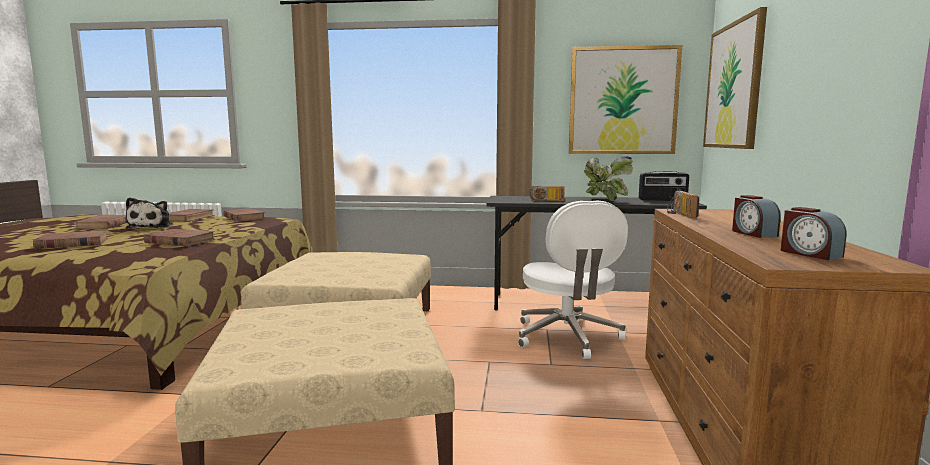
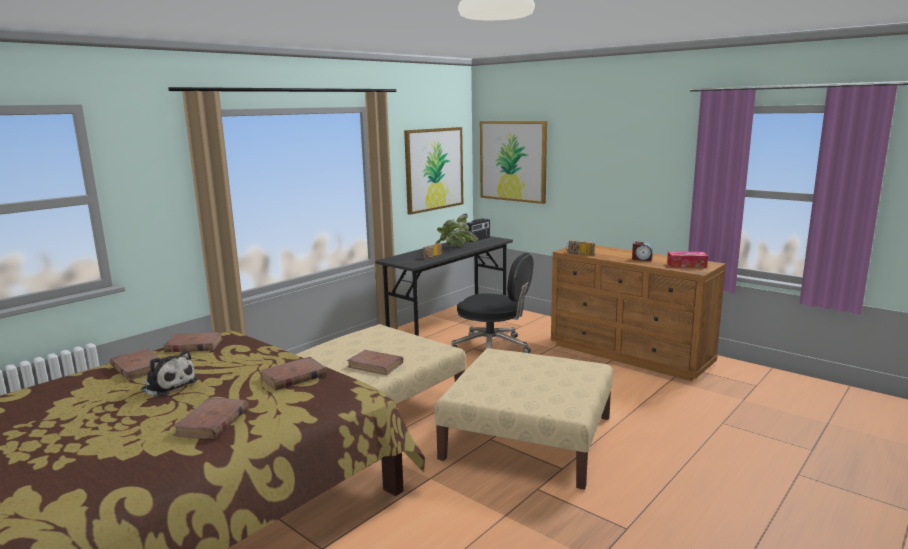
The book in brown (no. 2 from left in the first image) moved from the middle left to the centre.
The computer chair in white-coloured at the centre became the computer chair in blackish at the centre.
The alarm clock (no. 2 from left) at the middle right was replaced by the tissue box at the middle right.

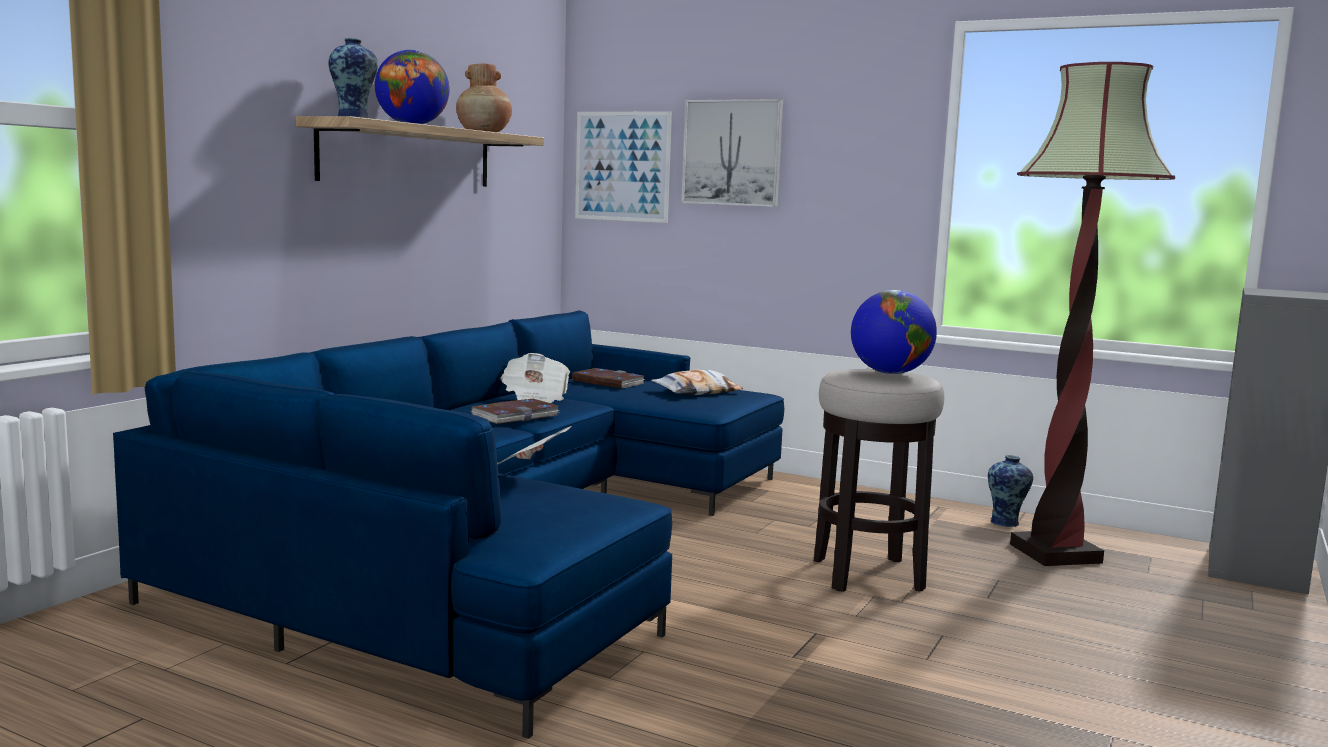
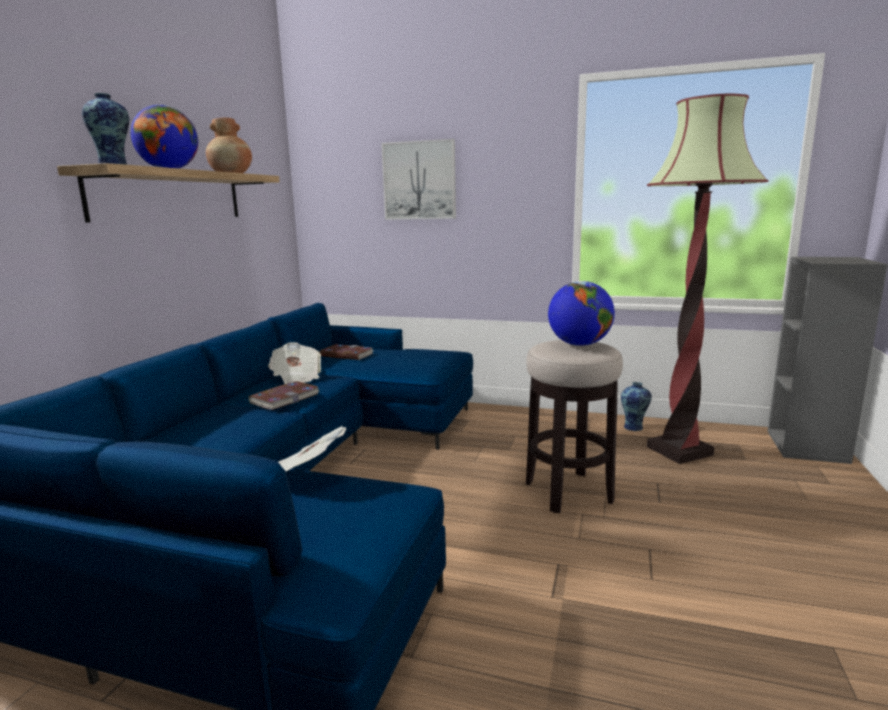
The picture (no. 1 from left) at the top centre disappeared.
The pillow at the centre disappeared.

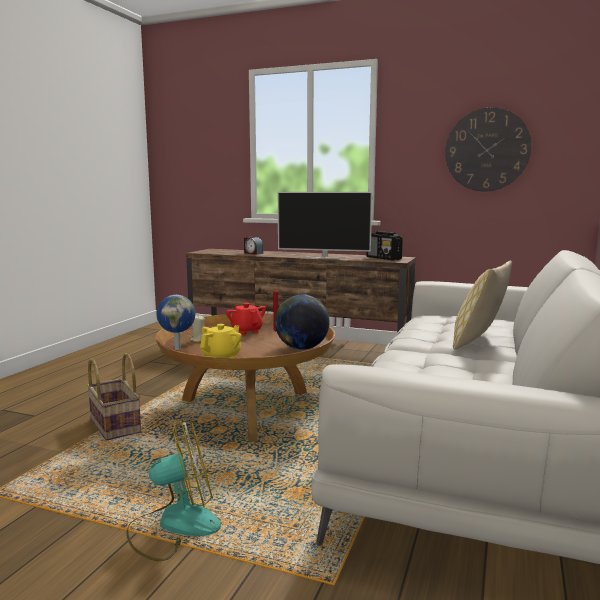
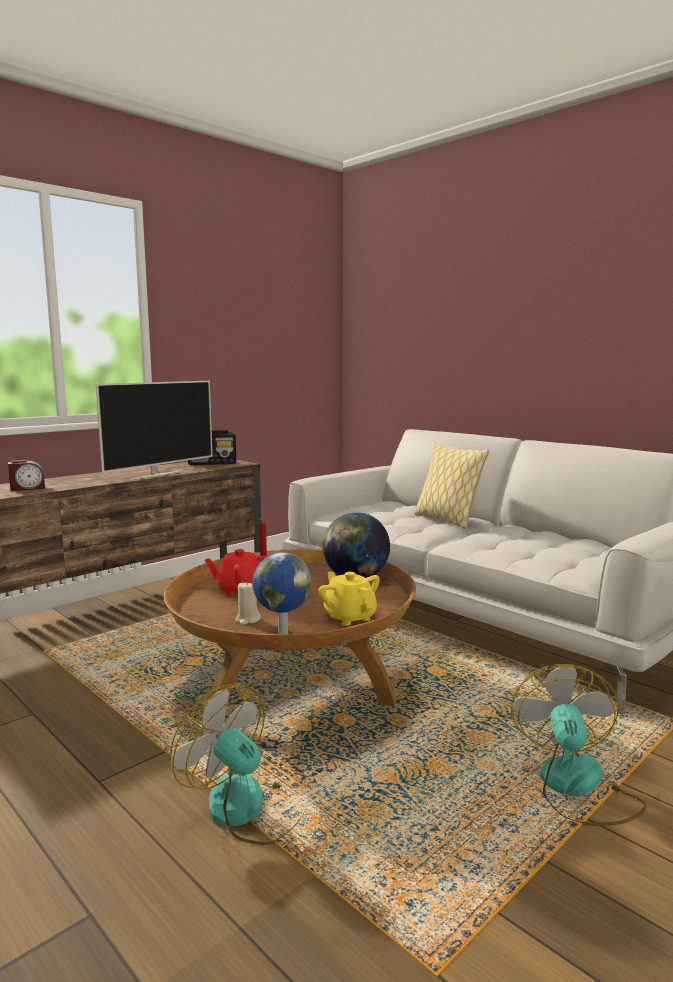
The storage basket at the middle left was replaced by the fan (no. 1 from left) at the bottom centre.
The clock on the wall at the top right disappeared.

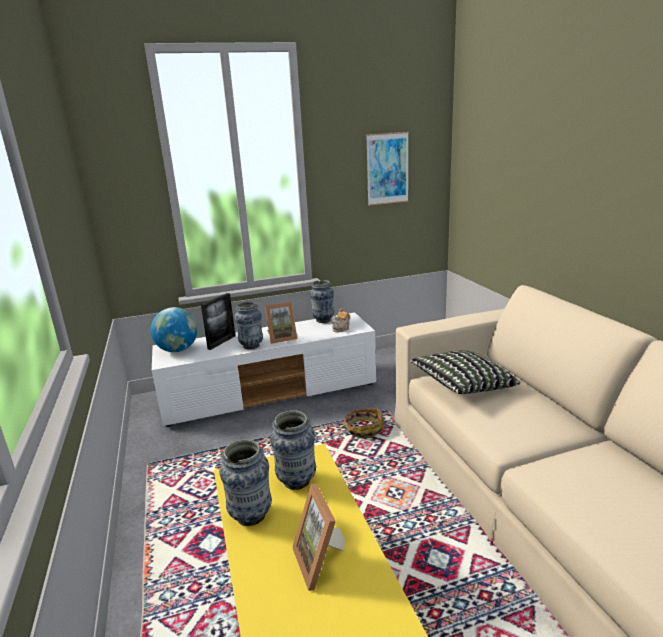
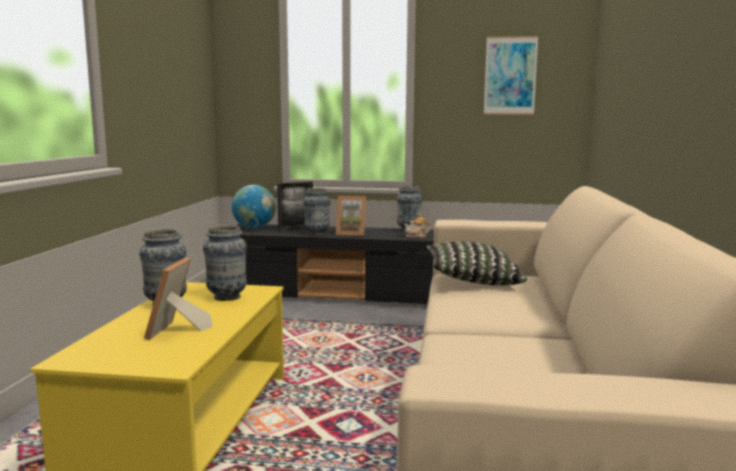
The media console in white-coloured at the centre became the media console in blackish at the centre.
The storage basket at the centre disappeared.

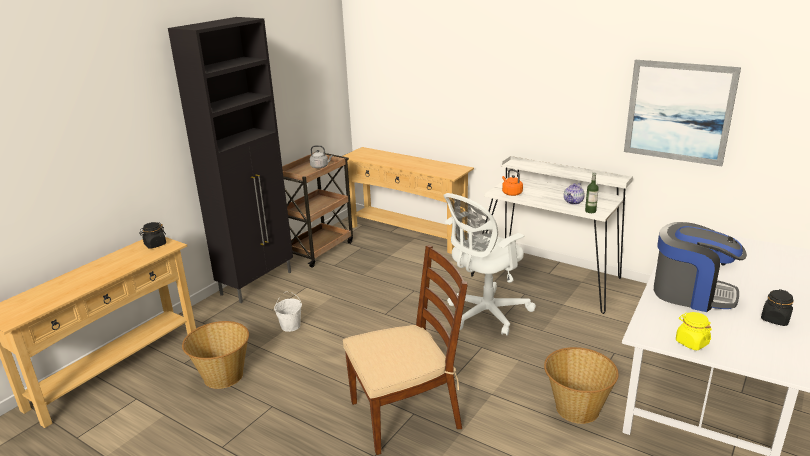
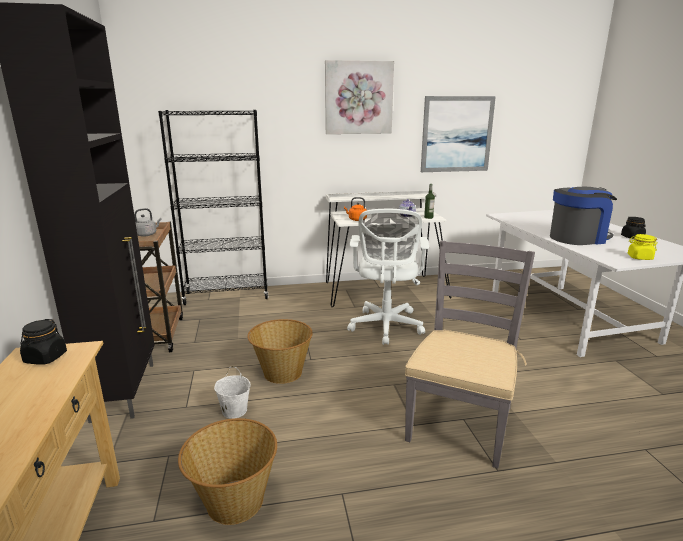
The narrow table in sand-coloured (no. 2 from left) at the centre was replaced by the shelving unit in blackish at the middle left.
The storage basket (no. 2 from left) moved from the bottom right to the centre.
The picture (no. 1 from left) at the top centre appeared.
The plain chair in brown at the bottom centre became the plain chair in gray at the middle right.

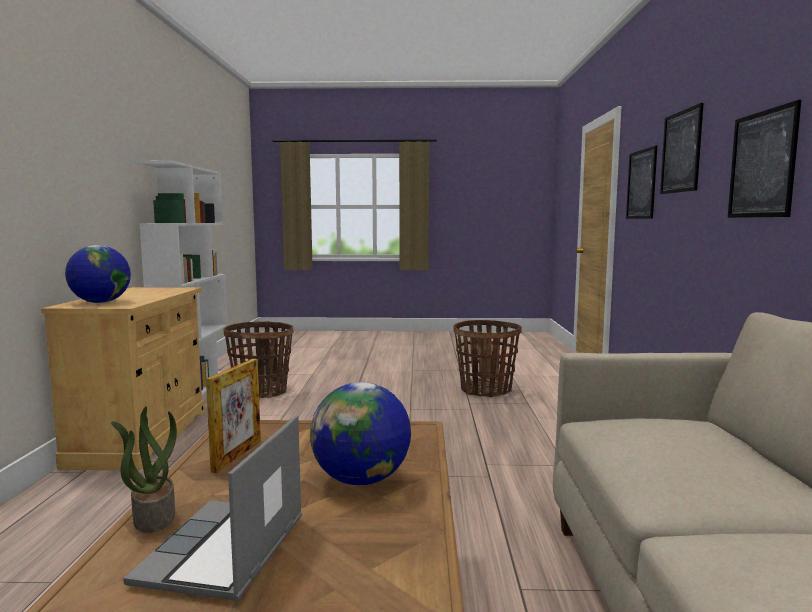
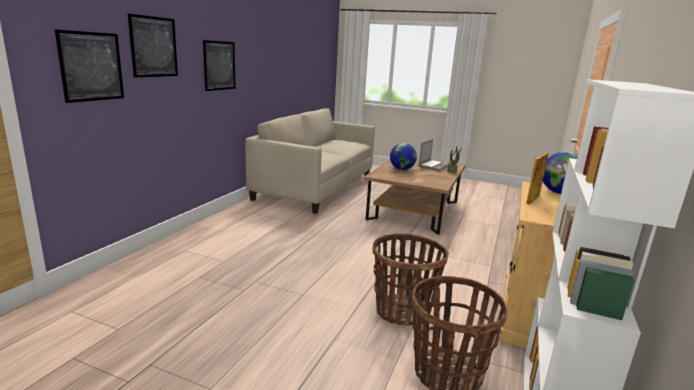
The storage basket (no. 2 from left in the first image) moved from the centre to the bottom centre.
The standing frame moved from the bottom left to the middle right.

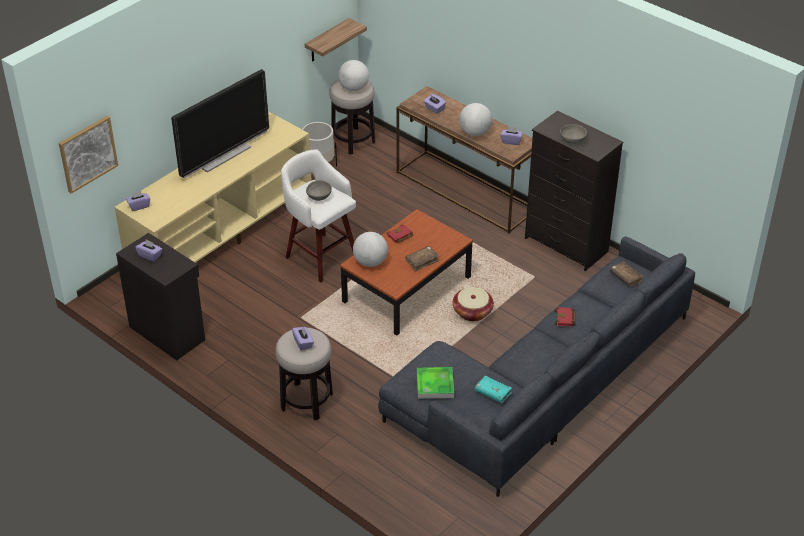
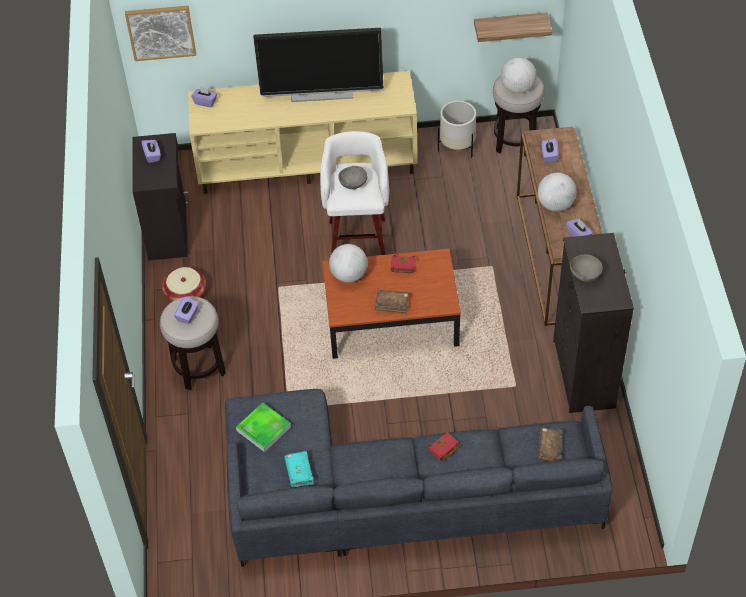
The storage basket moved from the centre to the middle left.

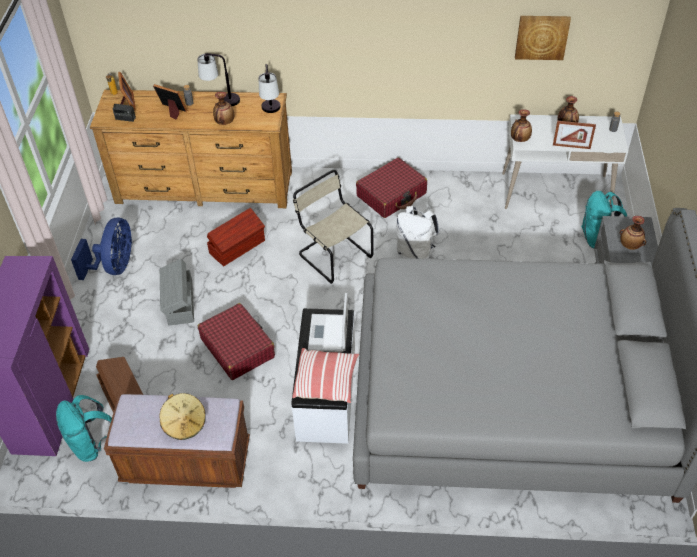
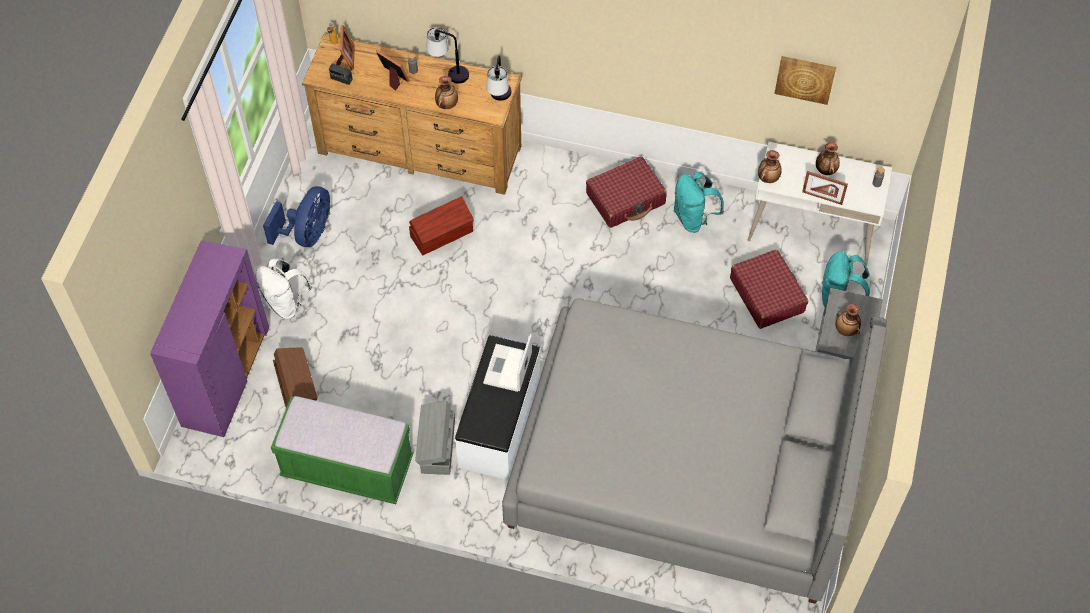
The knapsack in white-coloured moved from the centre to the middle left.
The long seat in brown at the bottom left became the long seat in green at the bottom left.
The storage box in gray moved from the middle left to the bottom centre.
The knapsack in turquoise-coloured (no. 1 from left) moved from the bottom left to the top centre.
The piece of luggage in red (no. 1 from left in the first image) moved from the centre to the middle right.
The wearable hat in sand-coloured at the bottom left disappeared.
The pillow at the bottom centre disappeared.
The plain chair in sand-coloured at the centre disappeared.

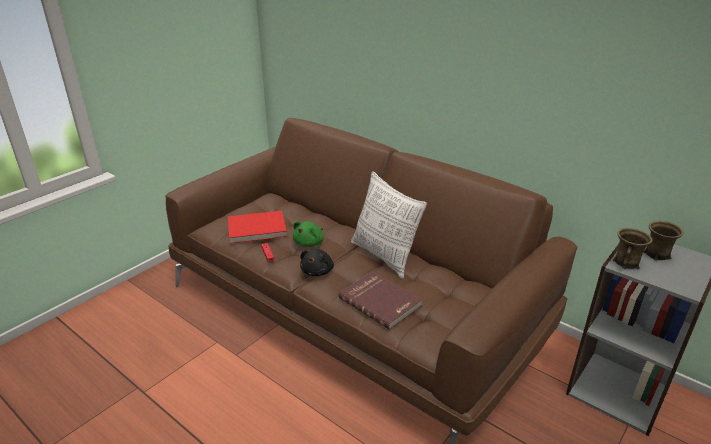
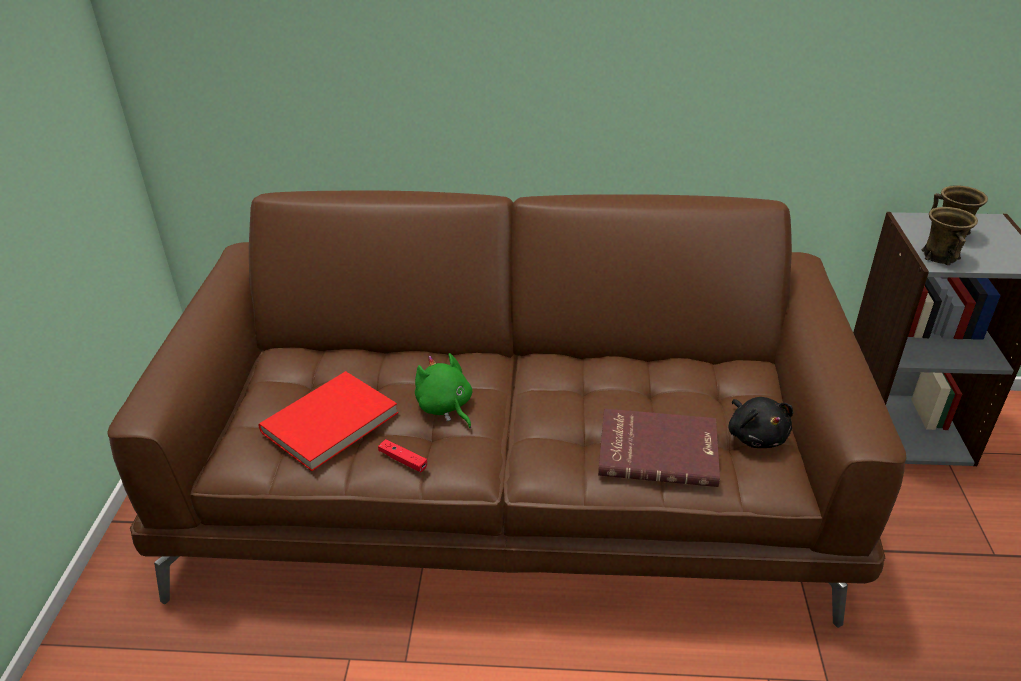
The cuddly toy in green at the centre turned 150 degrees clockwise.
The cuddly toy in blackish moved from the centre to the middle right.
The pillow at the centre disappeared.

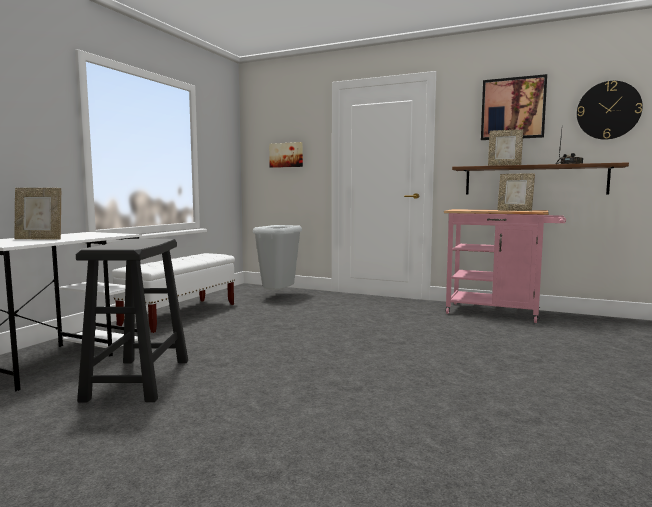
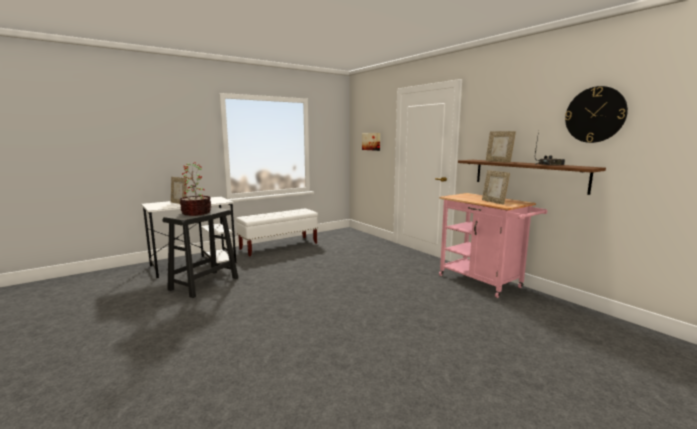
The plant in a pot at the middle left appeared.
The trash can in gray at the centre disappeared.
The picture (no. 2 from left) at the top right disappeared.

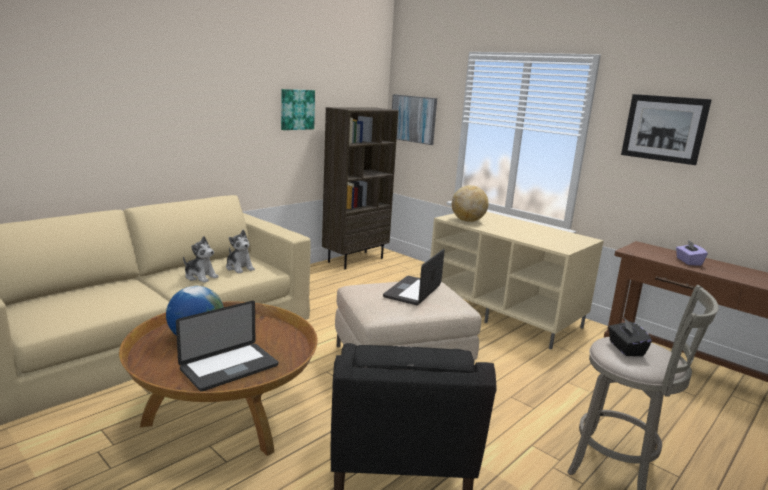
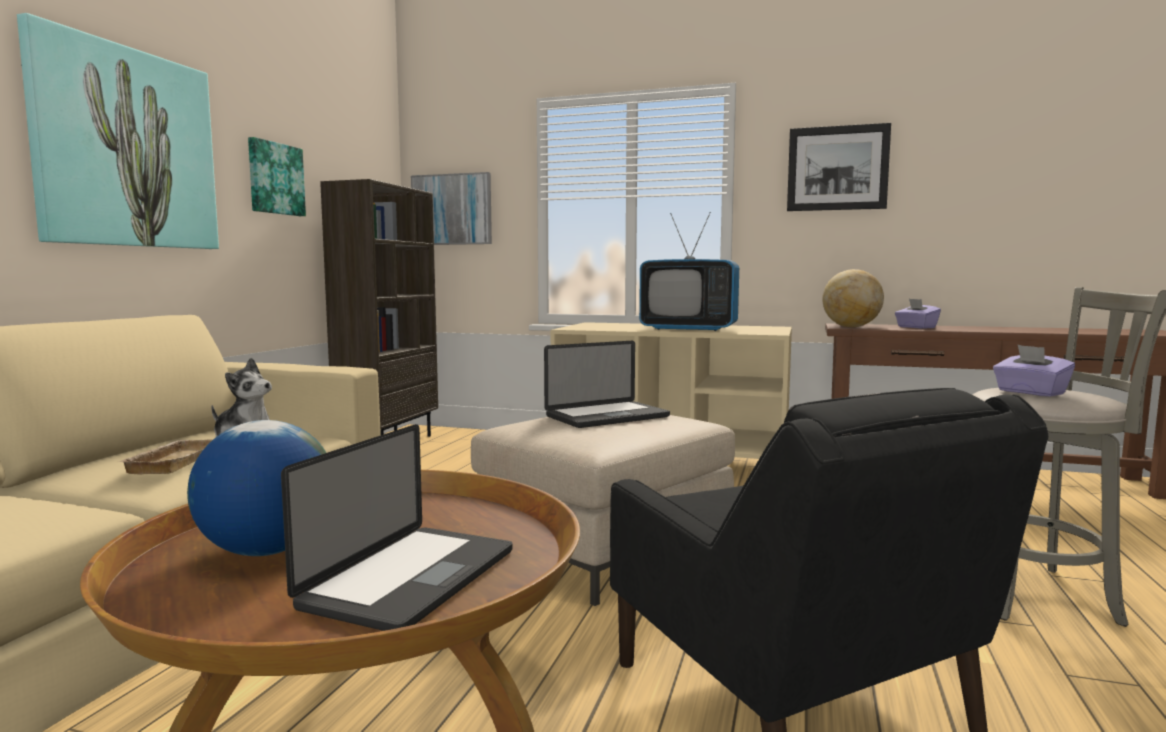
The picture (no. 1 from left) at the top left appeared.
The cuddly toy (no. 1 from left) at the middle left was replaced by the tray in sand-coloured at the middle left.
The portable computer (no. 2 from left) at the centre turned 120 degrees counterclockwise.
The television at the centre appeared.
The globe (no. 2 from left) moved from the centre to the middle right.
The tissue box in blackish at the bottom right became the tissue box in purple (no. 2 from left) at the middle right.

